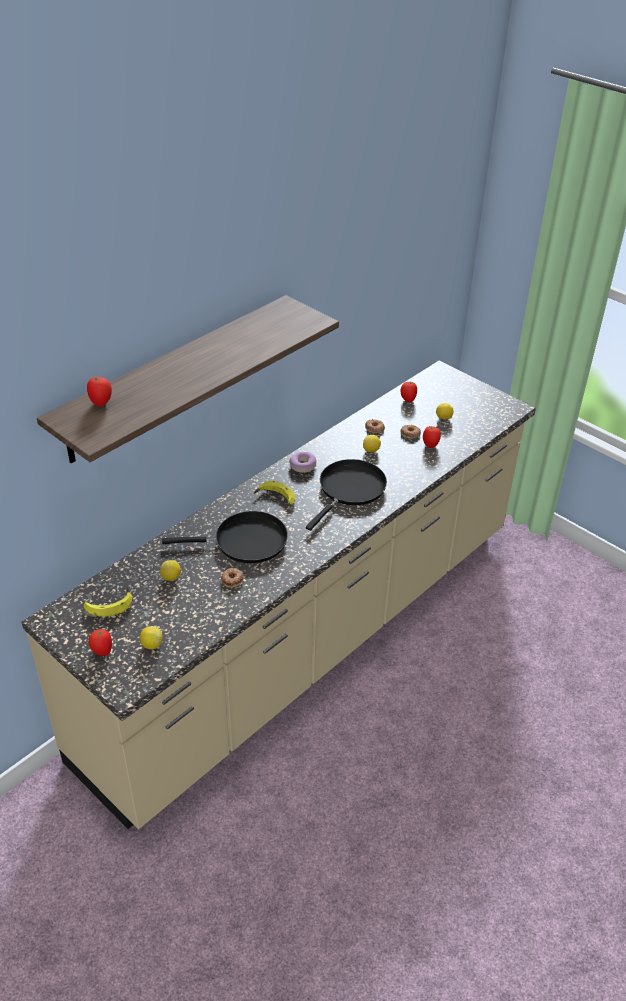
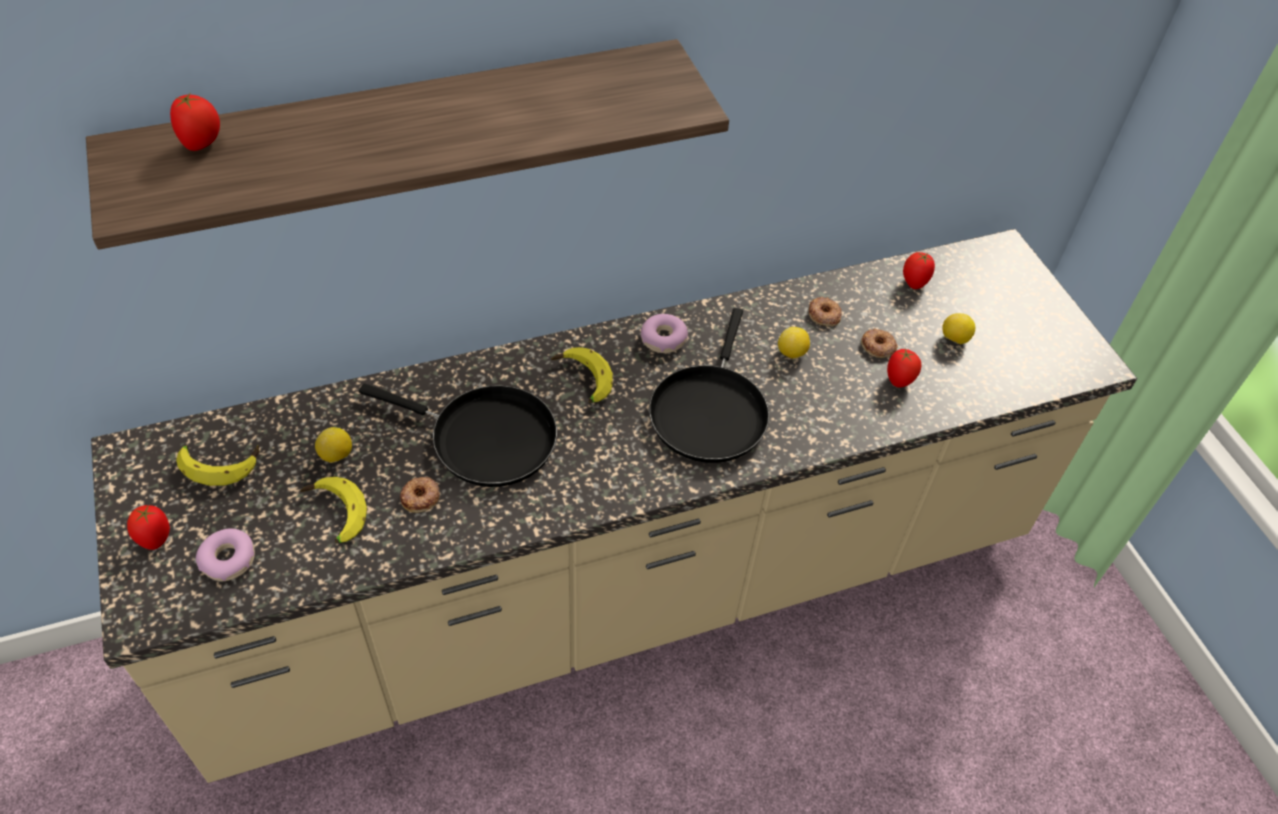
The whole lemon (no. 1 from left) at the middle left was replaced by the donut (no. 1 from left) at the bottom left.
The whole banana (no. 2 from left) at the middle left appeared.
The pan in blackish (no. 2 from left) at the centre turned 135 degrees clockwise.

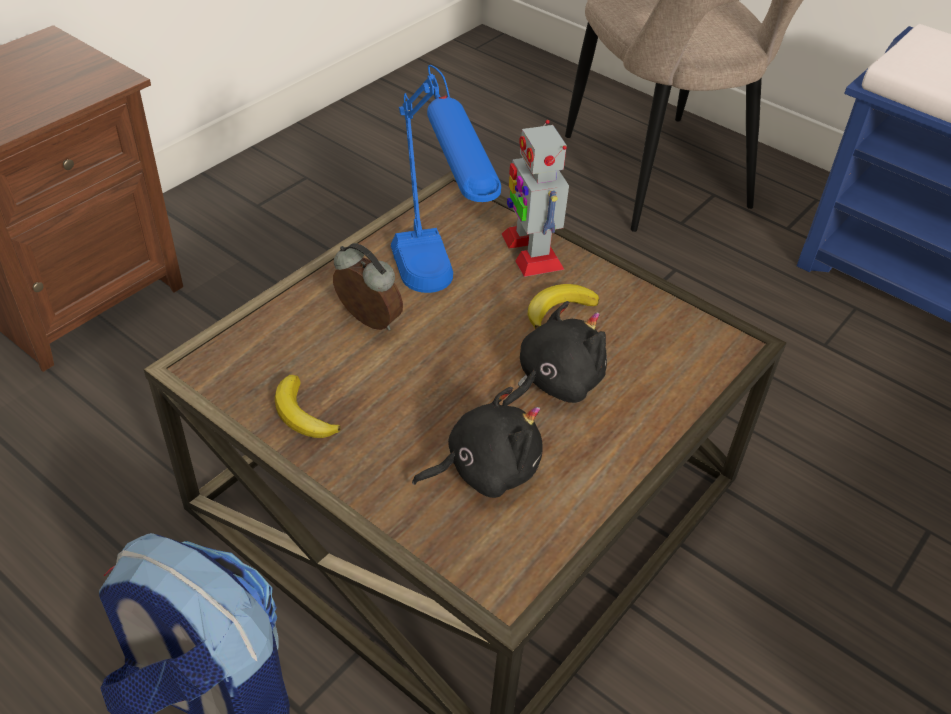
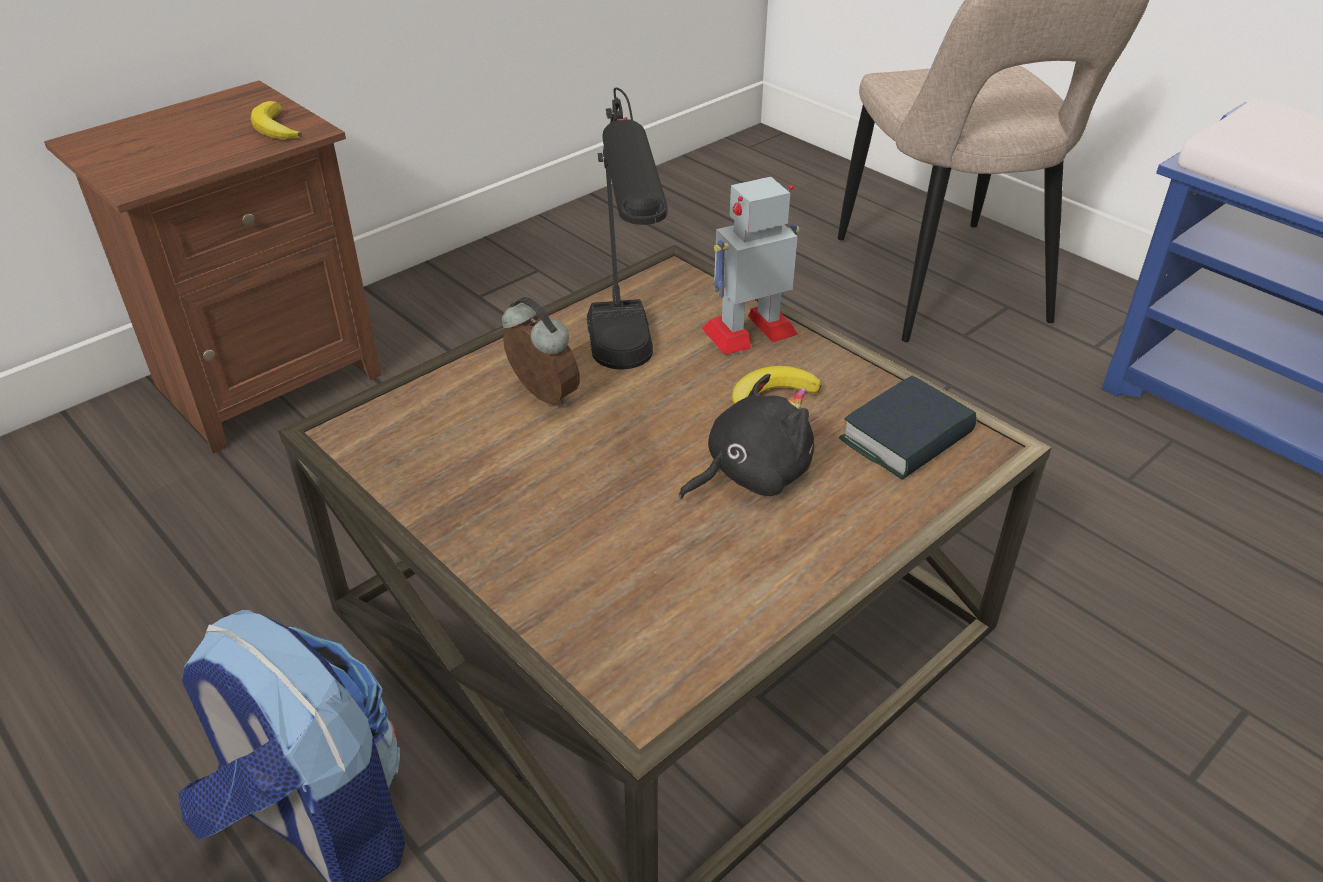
The whole banana (no. 1 from left) moved from the middle left to the top left.
The lamp for a table in bluish at the top centre became the lamp for a table in blackish at the top centre.
The robot figure at the top centre turned 75 degrees clockwise.
The book at the middle right appeared.
The cuddly toy in blackish (no. 1 from left) at the centre disappeared.

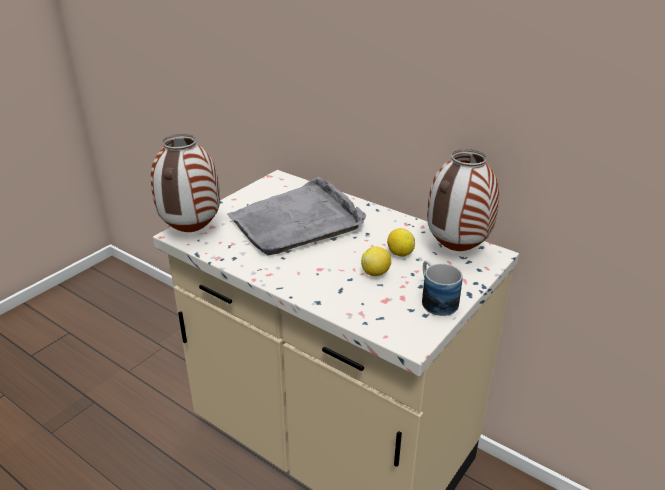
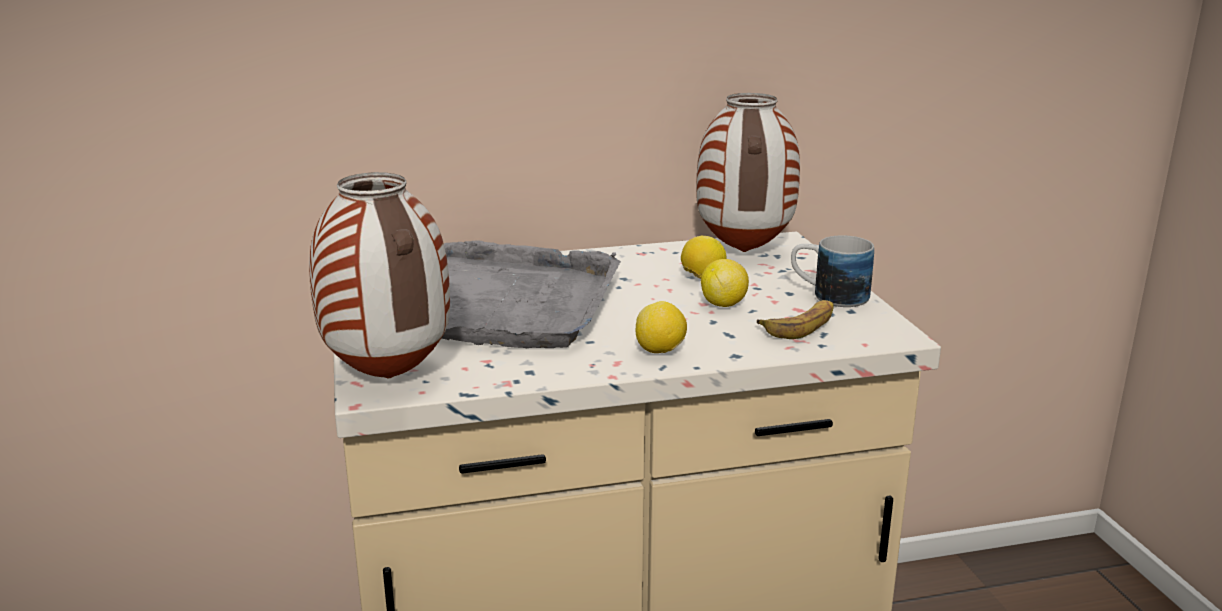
The whole lemon (no. 1 from left) at the centre appeared.
The whole banana at the centre appeared.

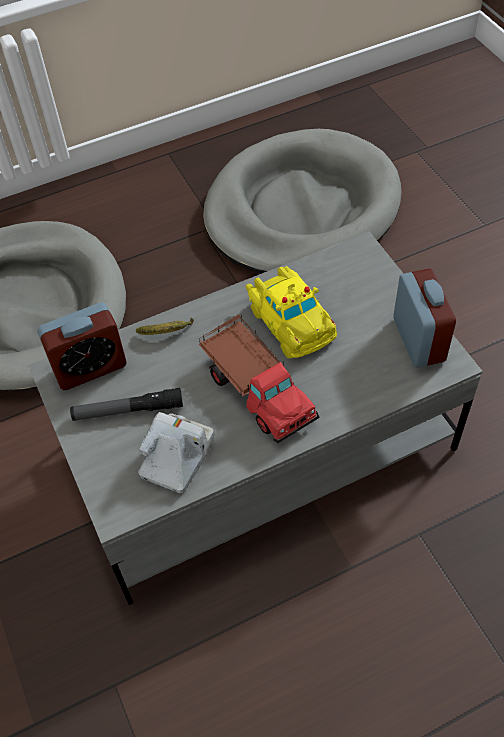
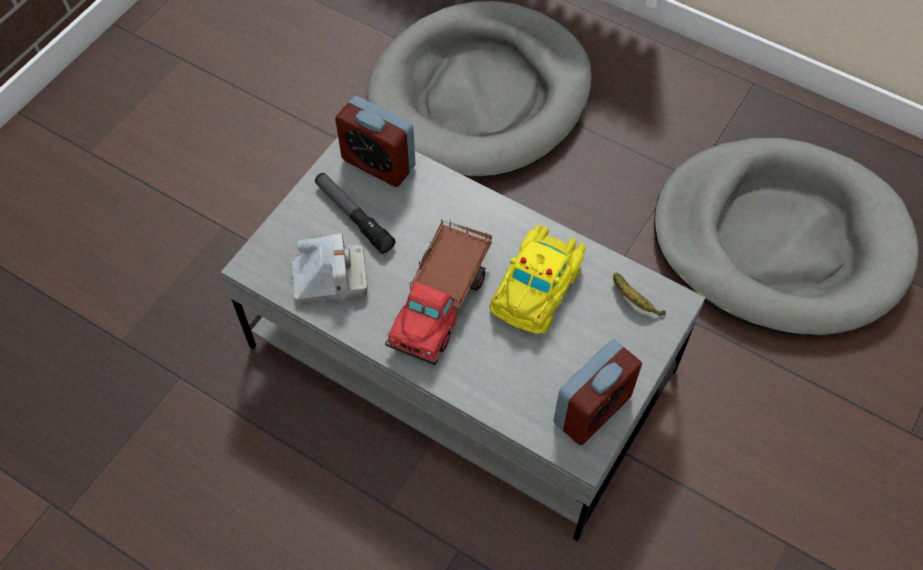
The whole banana moved from the middle left to the middle right.

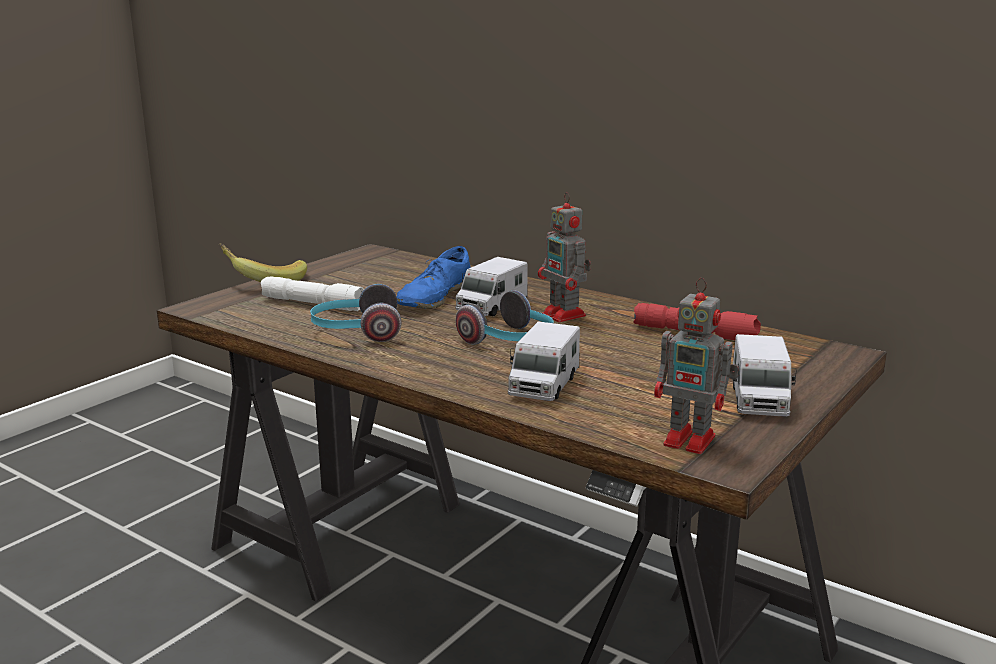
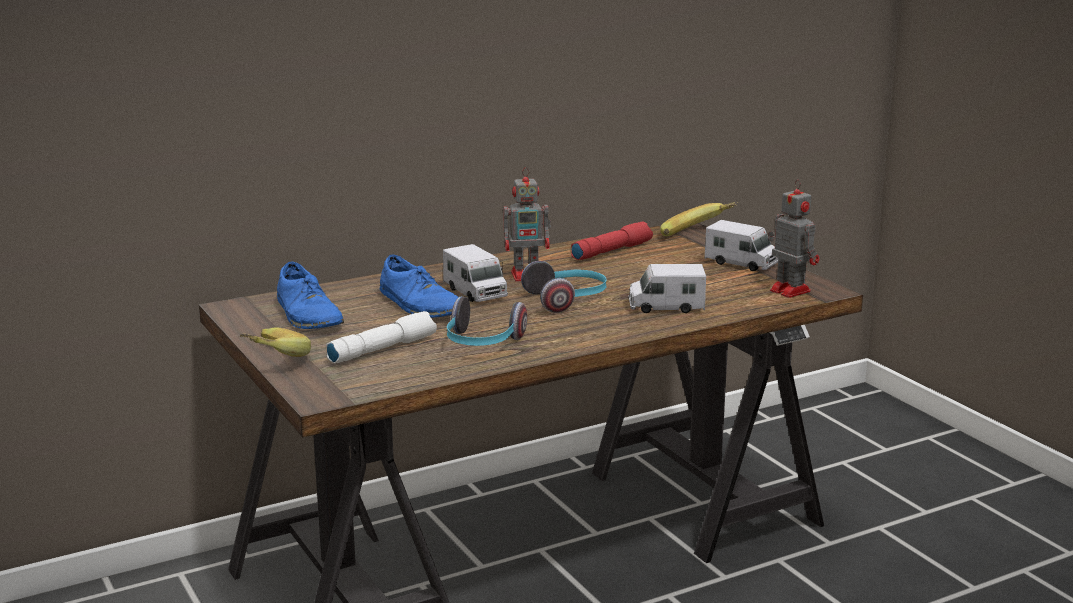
The item of footwear in bluish (no. 1 from left) at the middle left appeared.
The model truck (no. 2 from left) at the centre turned 135 degrees clockwise.
The whole banana (no. 2 from left) at the centre appeared.
The robot figure (no. 2 from left) at the middle right turned 90 degrees counterclockwise.

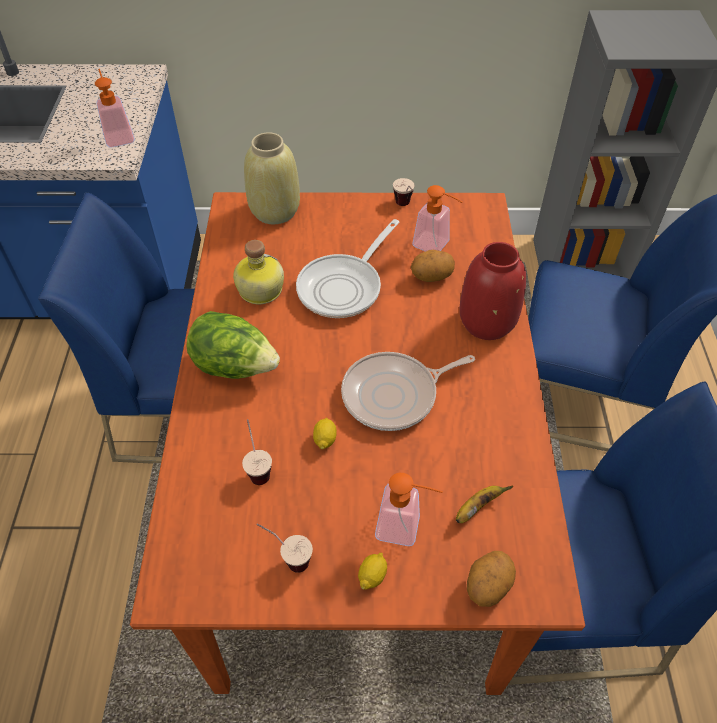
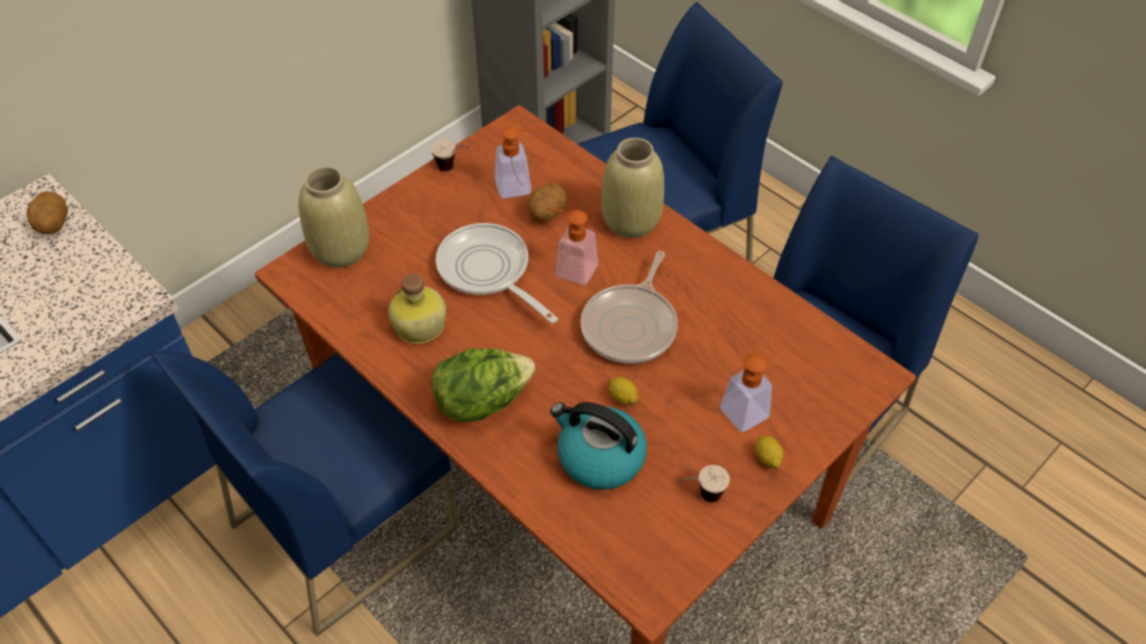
The whole potato (no. 2 from left in the first image) moved from the bottom right to the top left.
The pan (no. 1 from left) at the centre turned 150 degrees clockwise.
The soap dispenser (no. 1 from left in the first image) moved from the top left to the centre.
The drinking cup (no. 1 from left) at the centre was replaced by the kettle at the bottom centre.
The vase in red at the middle right became the vase in sand-coloured (no. 2 from left) at the top centre.
The whole banana at the bottom right disappeared.

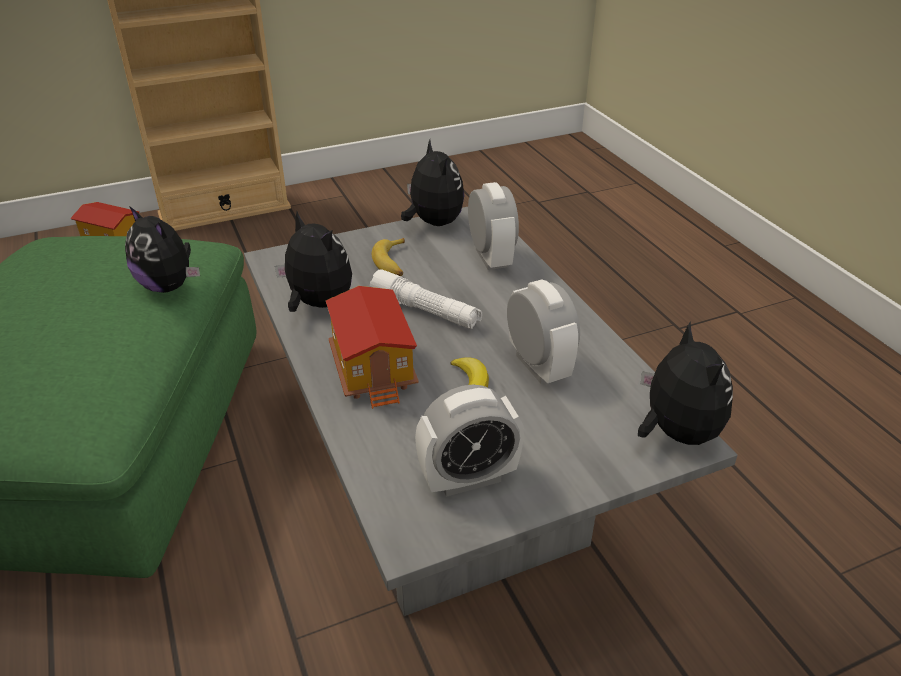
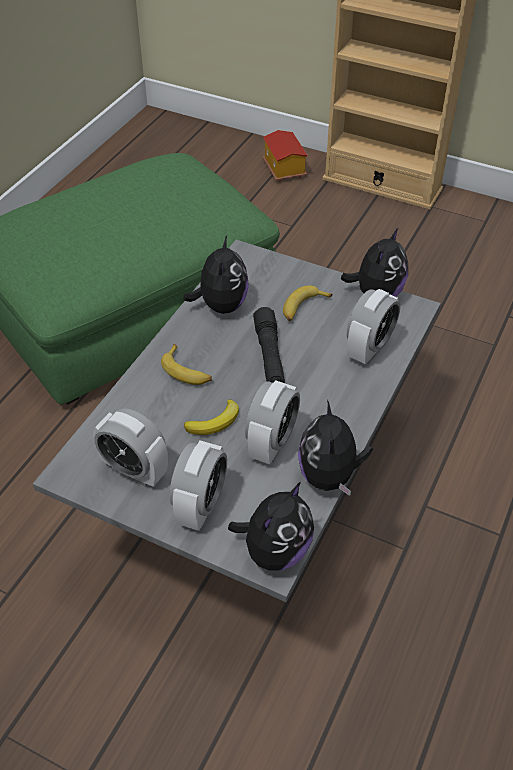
The toy house (no. 2 from left) at the centre was replaced by the whole banana (no. 1 from left) at the centre.
The alarm clock (no. 2 from left) at the centre appeared.
The torch in white-coloured at the centre became the torch in blackish at the centre.
The cuddly toy (no. 1 from left in the first image) moved from the middle left to the centre.

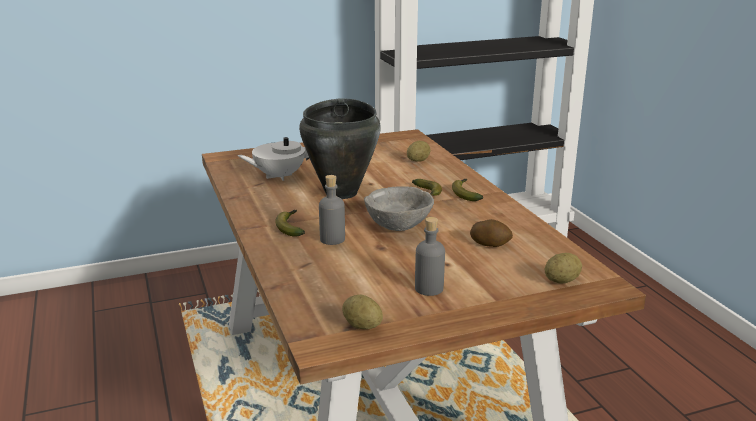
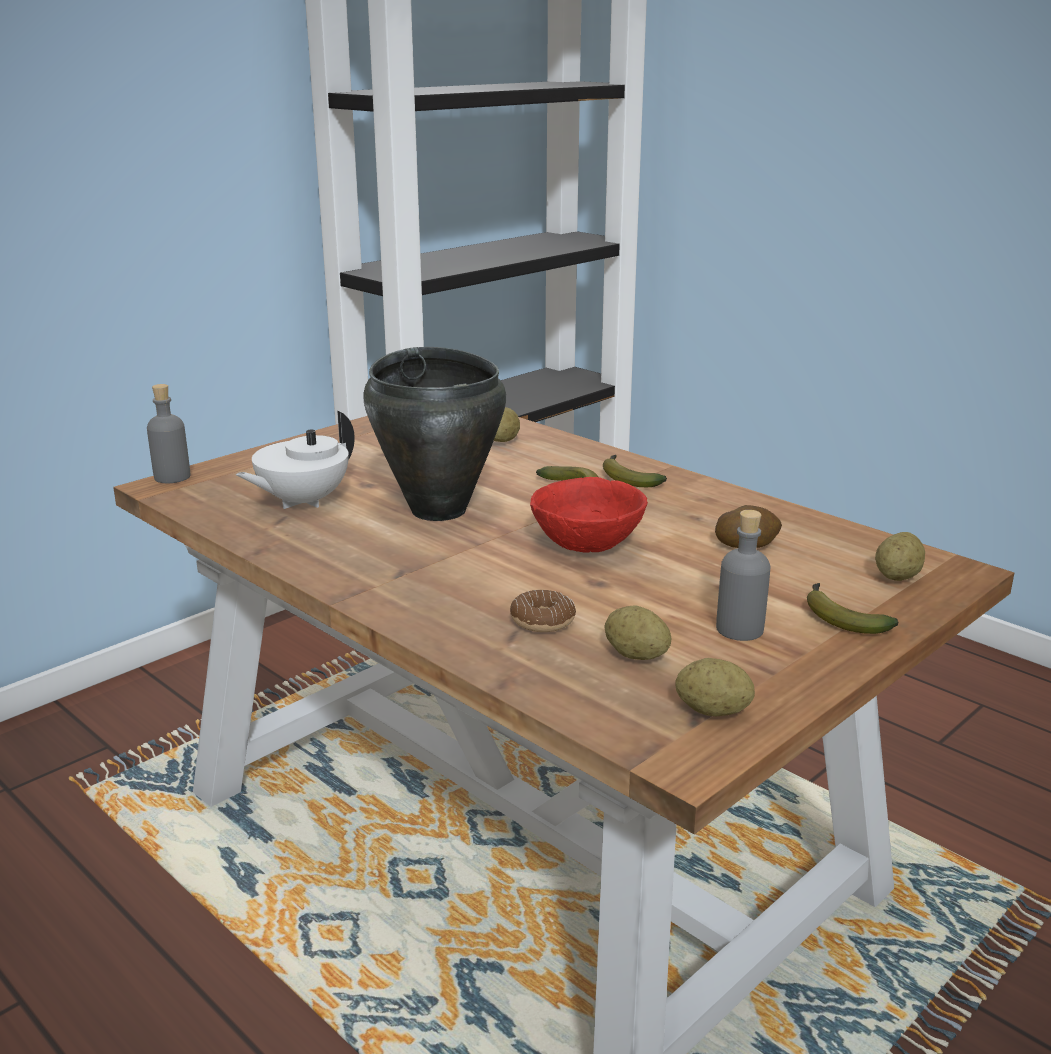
The beverage bottle in gray (no. 1 from left) moved from the centre to the middle left.
The donut at the centre appeared.
The deep dish in gray at the centre became the deep dish in red at the centre.
The whole potato (no. 2 from left) at the centre appeared.
The whole banana (no. 1 from left in the first image) moved from the centre to the middle right.

